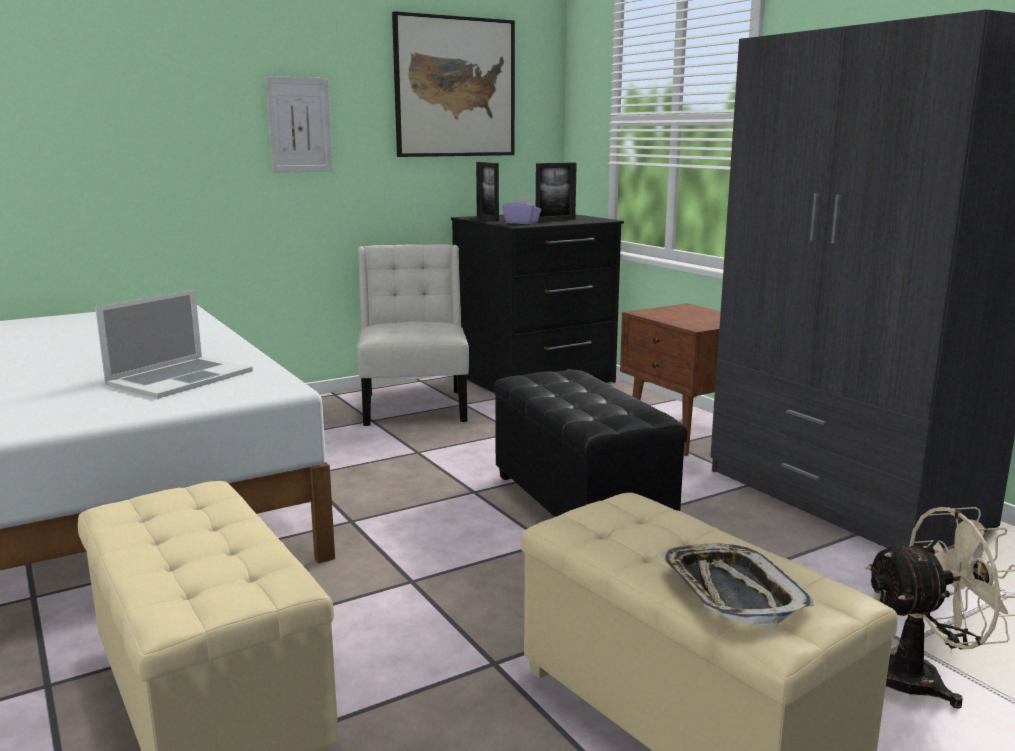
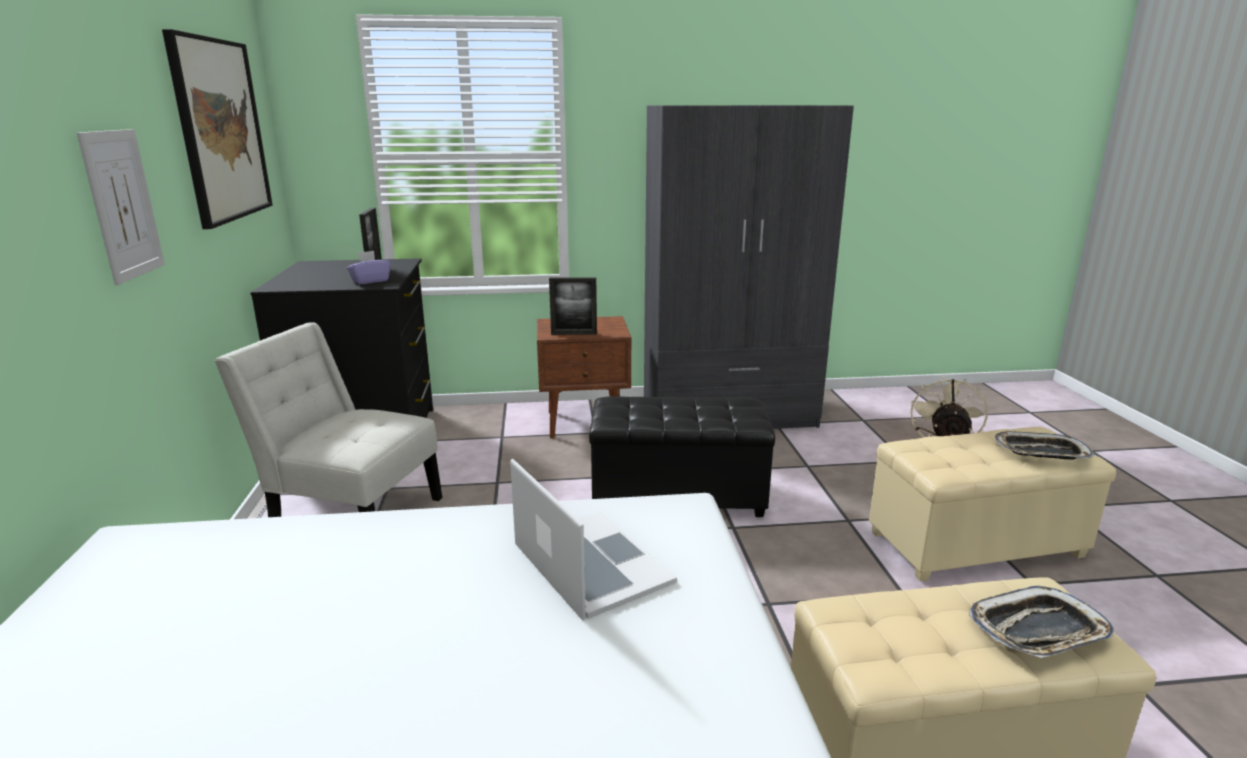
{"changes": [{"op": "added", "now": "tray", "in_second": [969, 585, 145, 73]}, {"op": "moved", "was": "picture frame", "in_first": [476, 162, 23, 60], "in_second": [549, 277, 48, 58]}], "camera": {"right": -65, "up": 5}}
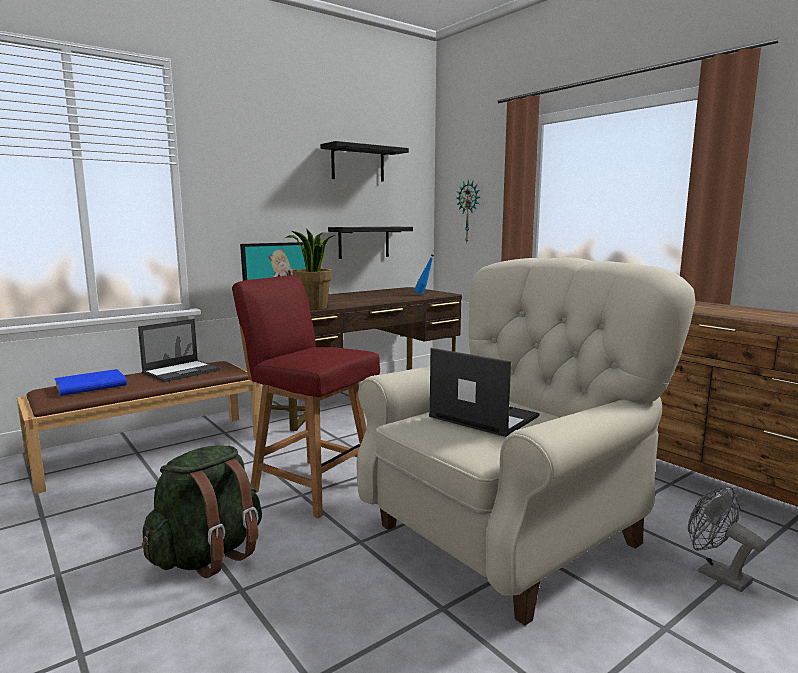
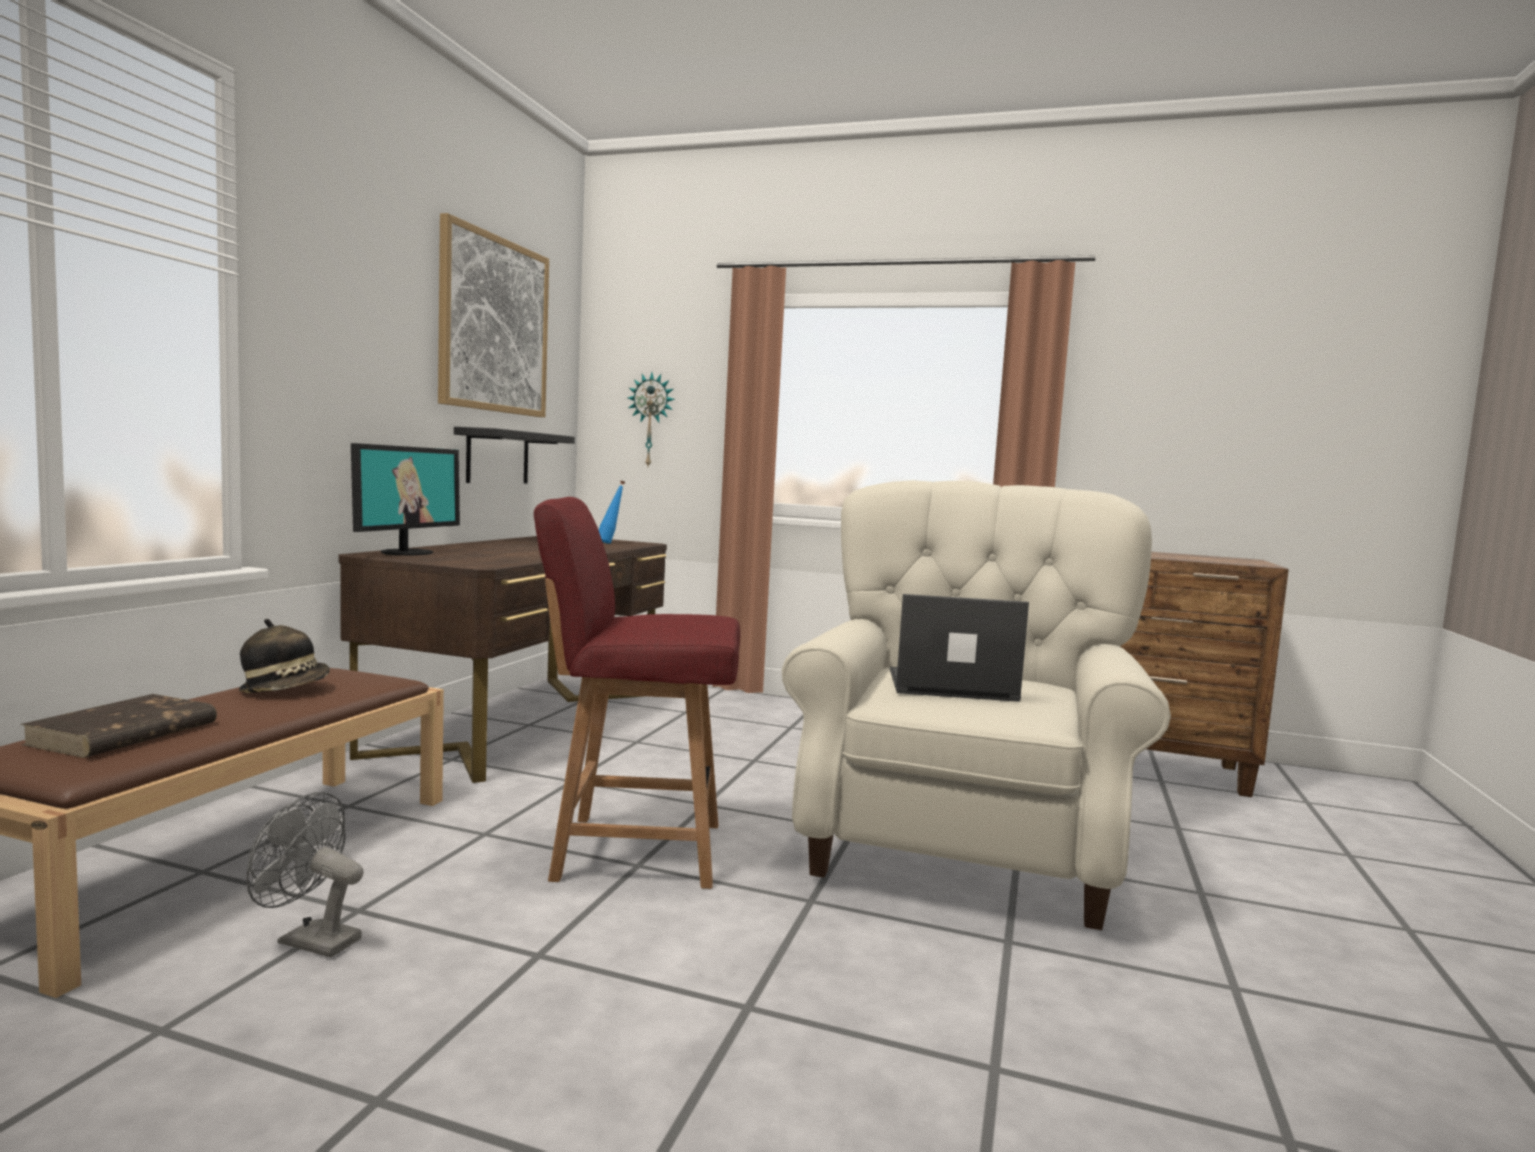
{"changes": [{"op": "removed", "was": "green backpack", "in_first": [142, 445, 120, 133]}, {"op": "removed", "was": "potted plant", "in_first": [285, 230, 50, 80]}, {"op": "moved", "was": "grey fan", "in_first": [688, 486, 78, 106], "in_second": [246, 792, 118, 166]}, {"op": "replaced", "was": "laptop", "now": "hat", "in_first": [138, 319, 82, 63], "in_second": [239, 619, 91, 74]}, {"op": "replaced", "was": "black shelf", "now": "picture", "in_first": [320, 141, 89, 41], "in_second": [438, 213, 111, 204]}, {"op": "recoloured", "was": "blue book", "now": "brown book", "in_first": [54, 369, 73, 27], "in_second": [21, 694, 196, 64]}], "camera": {"right": -35, "up": -5}}
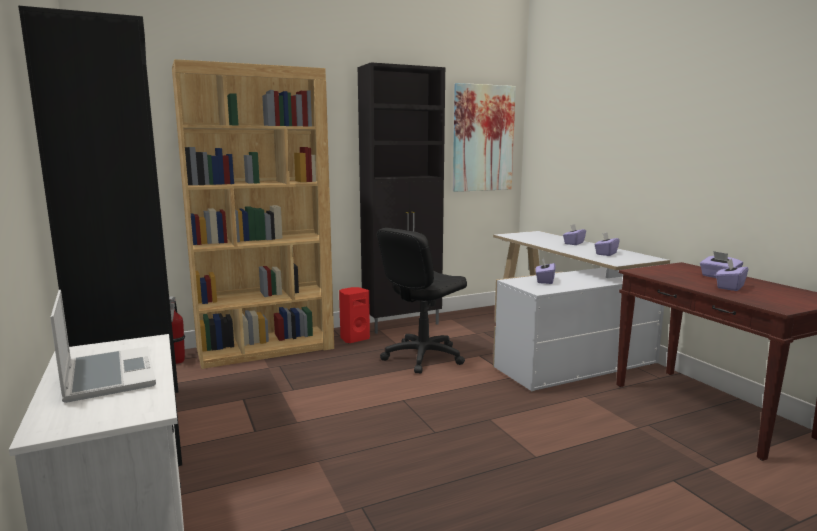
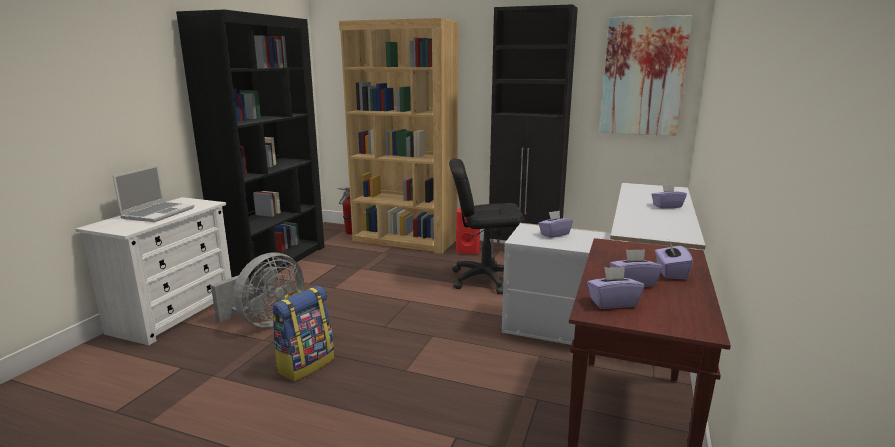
{"changes": [{"op": "added", "now": "grey fan", "in_second": [211, 252, 93, 75]}, {"op": "added", "now": "backpack", "in_second": [271, 286, 64, 95]}, {"op": "moved", "was": "purple tissue box", "in_first": [594, 233, 26, 23], "in_second": [587, 266, 57, 43]}], "camera": {"right": 45, "up": 5}}
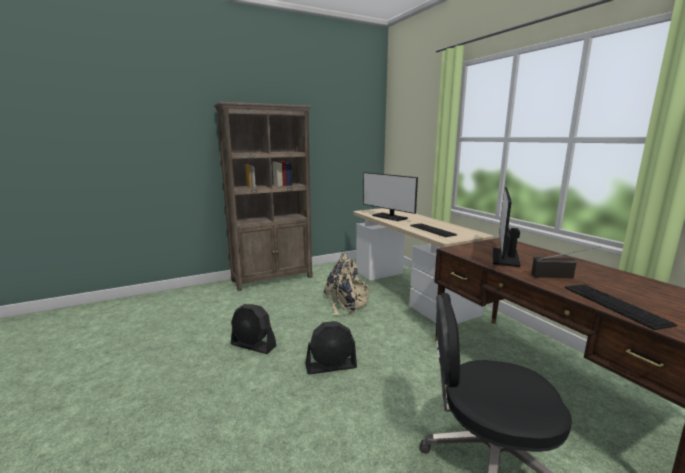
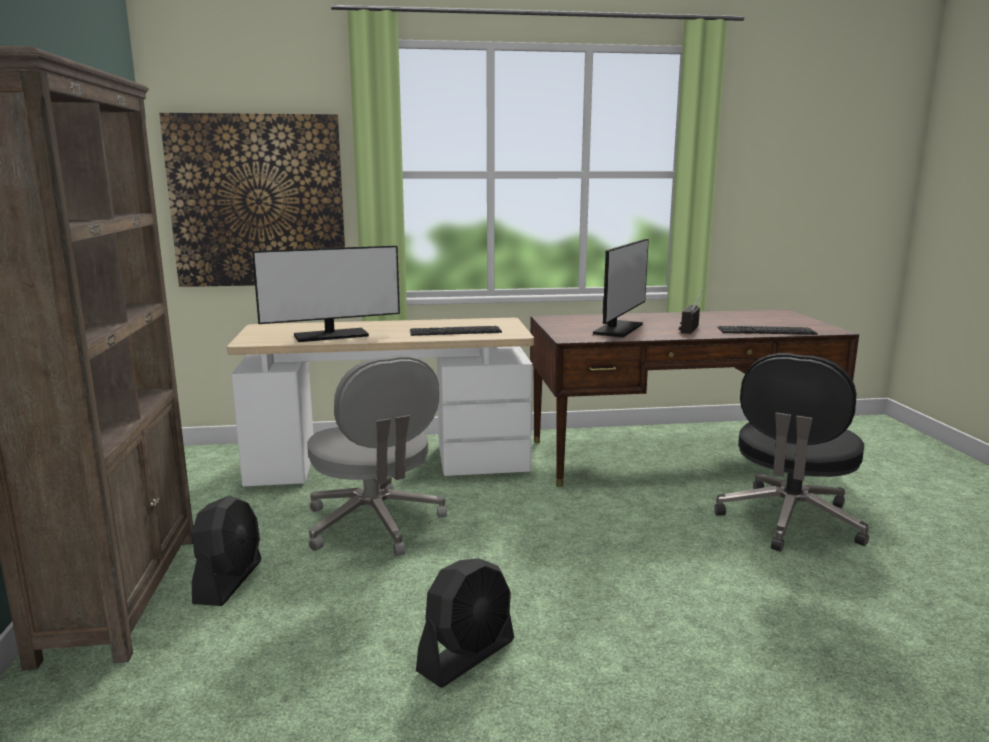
{"changes": [{"op": "added", "now": "picture", "in_second": [159, 113, 186, 174]}, {"op": "moved", "was": "black fan", "in_first": [305, 321, 52, 53], "in_second": [192, 495, 69, 111]}, {"op": "replaced", "was": "beige backpack", "now": "grey office chair", "in_first": [323, 253, 49, 62], "in_second": [307, 355, 140, 201]}, {"op": "turned", "was": "monitor", "in_first": [493, 187, 27, 80], "in_second": [593, 239, 56, 98], "clockwise": -105}], "camera": {"right": -70, "up": 0}}
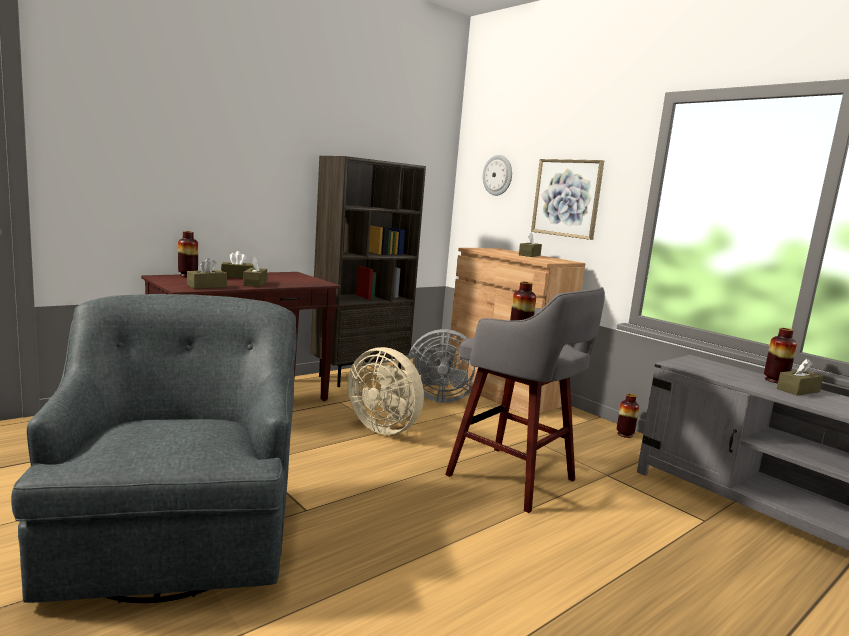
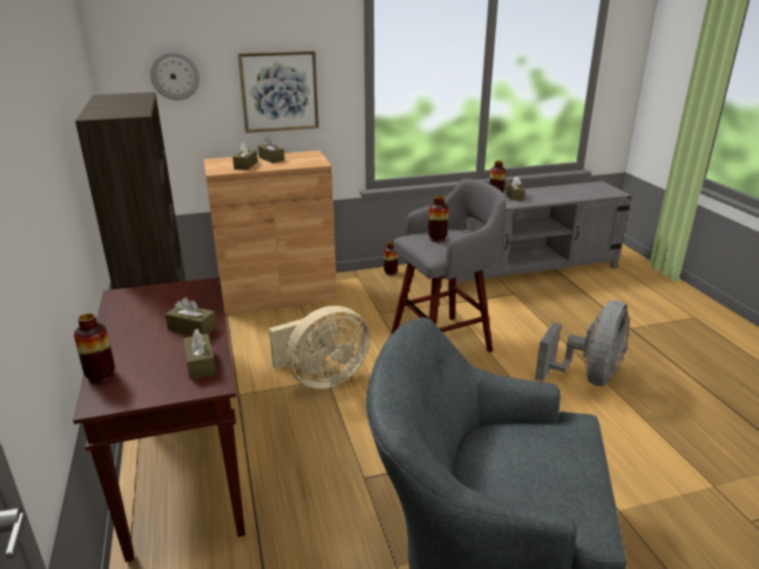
{"changes": [{"op": "moved", "was": "brown tissue box", "in_first": [221, 251, 33, 27], "in_second": [233, 142, 25, 28]}, {"op": "moved", "was": "grey fan", "in_first": [408, 329, 67, 74], "in_second": [535, 300, 95, 86]}], "camera": {"right": -65, "up": 15}}
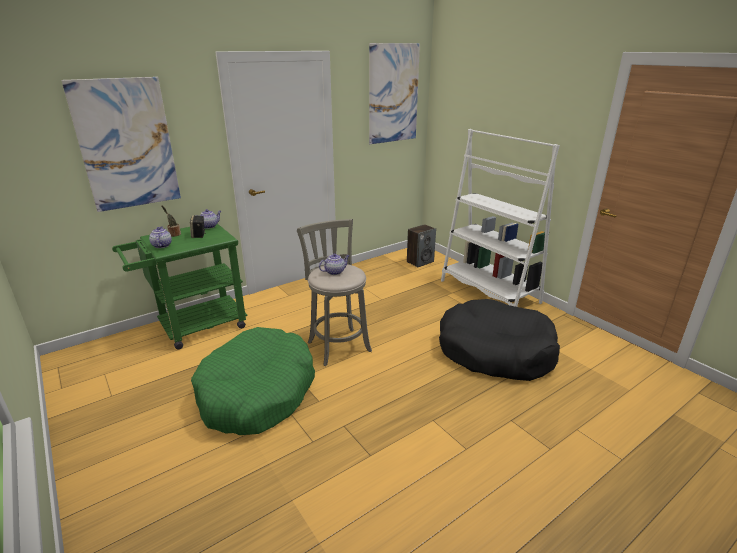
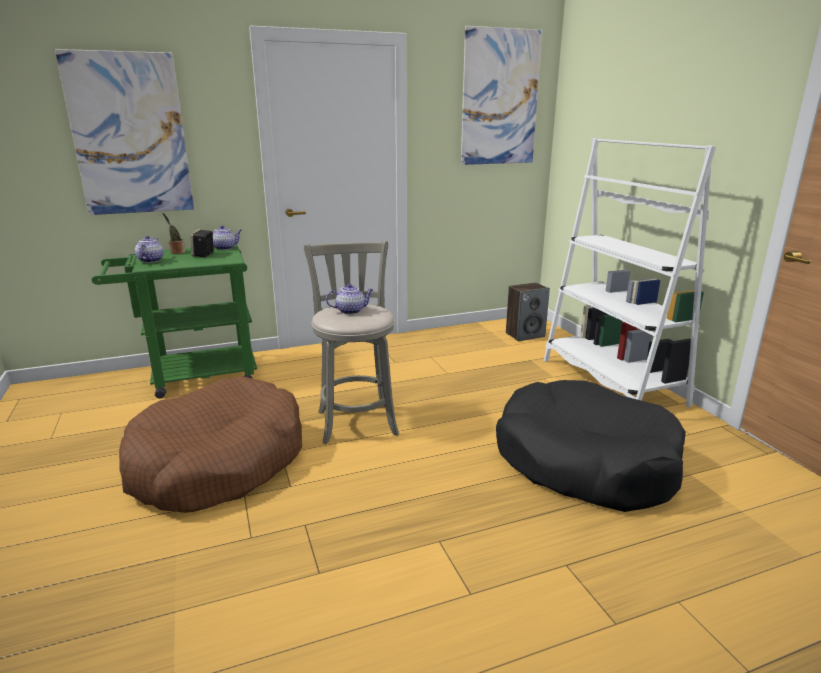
{"changes": [{"op": "recoloured", "was": "green dog bed", "now": "brown dog bed", "in_first": [191, 327, 124, 108], "in_second": [119, 376, 183, 137]}], "camera": {"right": 15, "up": -5}}
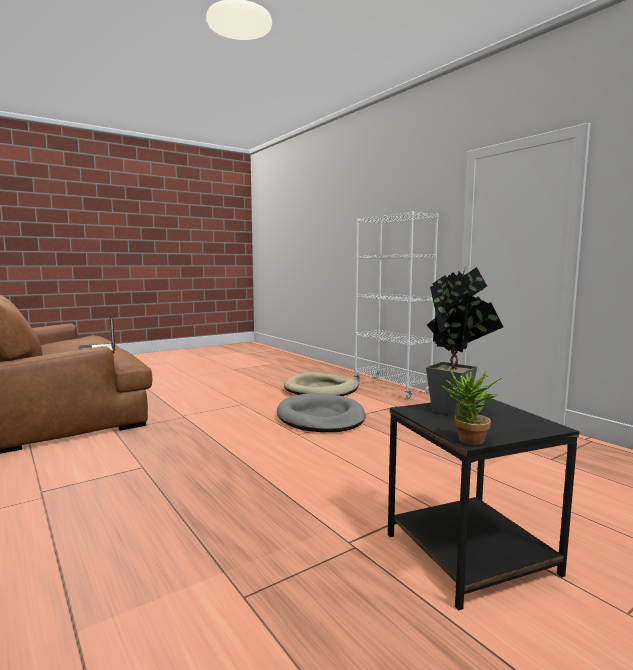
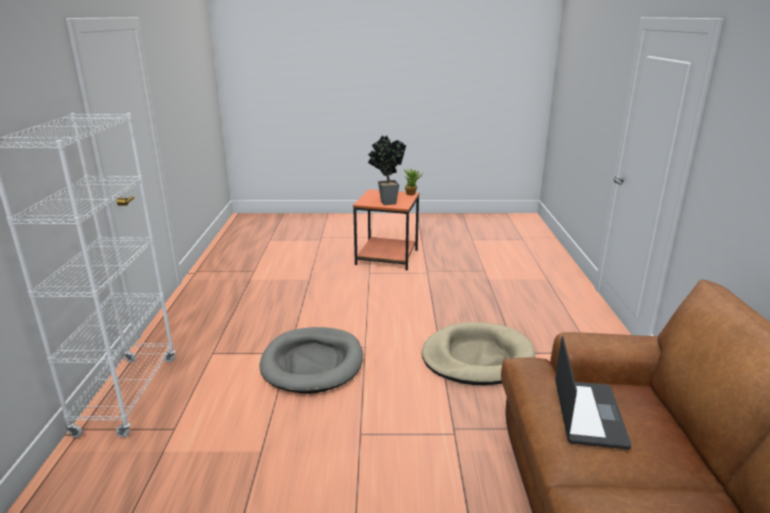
{"changes": [{"op": "moved", "was": "beige dog bed", "in_first": [284, 372, 75, 24], "in_second": [422, 322, 113, 63]}, {"op": "recoloured", "was": "black side table", "now": "orange side table", "in_first": [388, 398, 191, 212], "in_second": [353, 189, 66, 81]}], "camera": {"right": -145, "up": 15}}
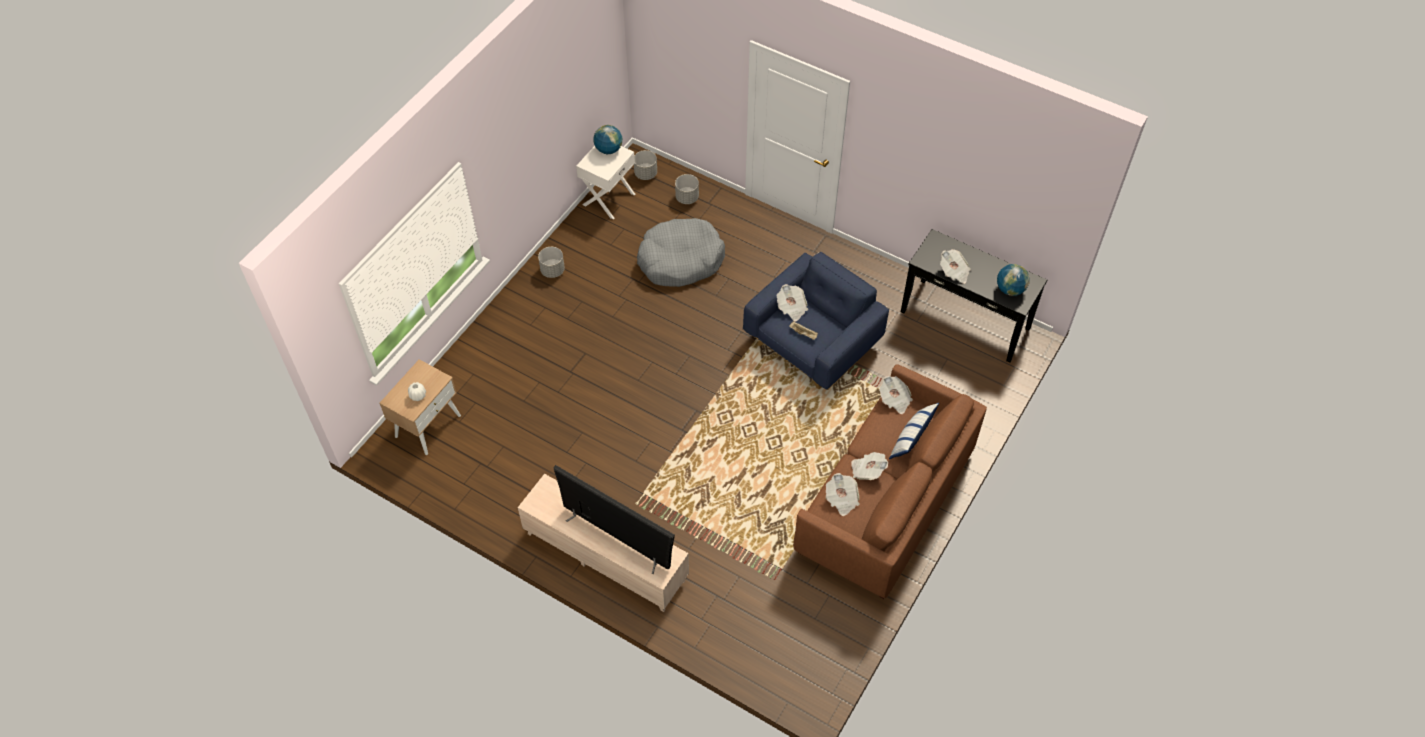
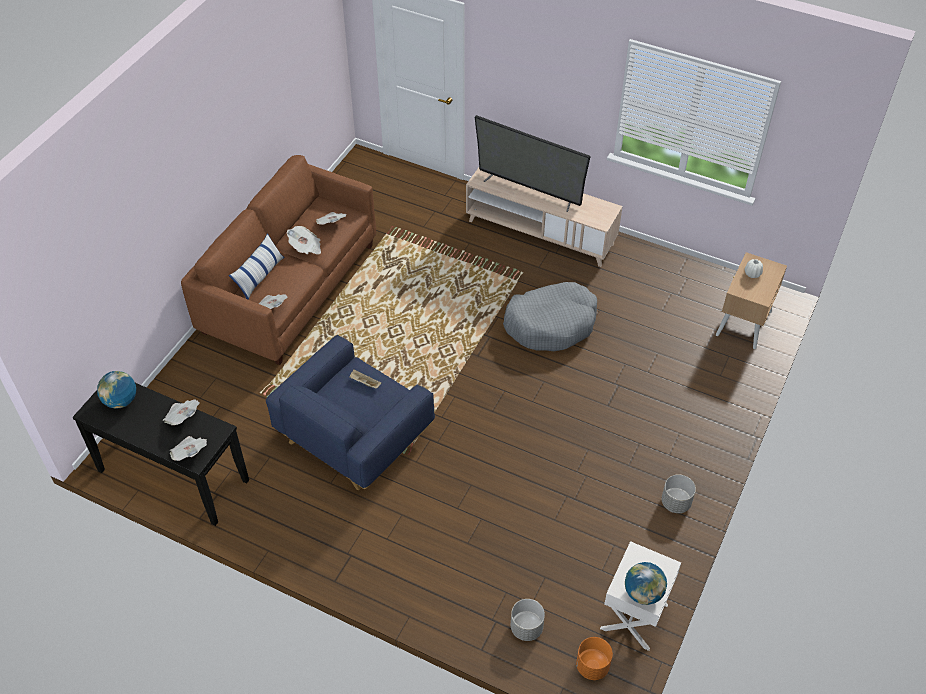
{"changes": [{"op": "moved", "was": "grey dog bed", "in_first": [637, 218, 88, 69], "in_second": [503, 282, 94, 69]}, {"op": "moved", "was": "newspaper", "in_first": [777, 284, 31, 37], "in_second": [170, 436, 37, 25]}, {"op": "recoloured", "was": "grey planter", "now": "orange planter", "in_first": [634, 150, 23, 30], "in_second": [576, 637, 37, 43]}], "camera": {"right": 175, "up": -5}}
